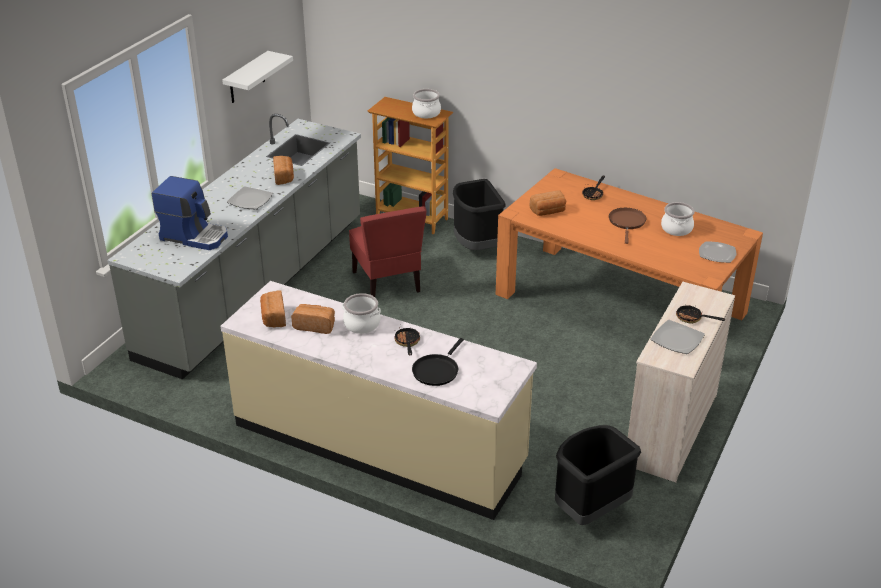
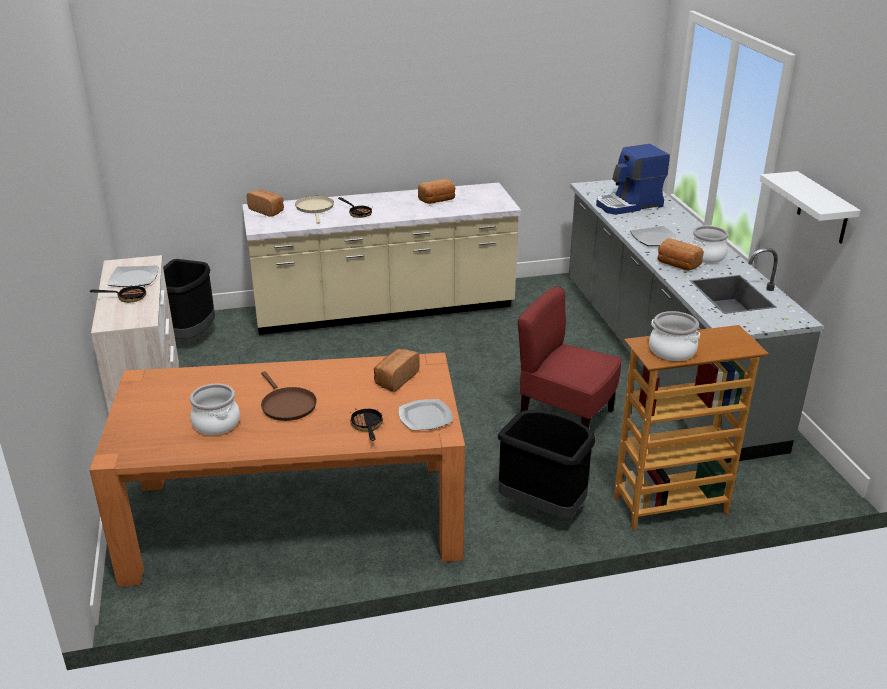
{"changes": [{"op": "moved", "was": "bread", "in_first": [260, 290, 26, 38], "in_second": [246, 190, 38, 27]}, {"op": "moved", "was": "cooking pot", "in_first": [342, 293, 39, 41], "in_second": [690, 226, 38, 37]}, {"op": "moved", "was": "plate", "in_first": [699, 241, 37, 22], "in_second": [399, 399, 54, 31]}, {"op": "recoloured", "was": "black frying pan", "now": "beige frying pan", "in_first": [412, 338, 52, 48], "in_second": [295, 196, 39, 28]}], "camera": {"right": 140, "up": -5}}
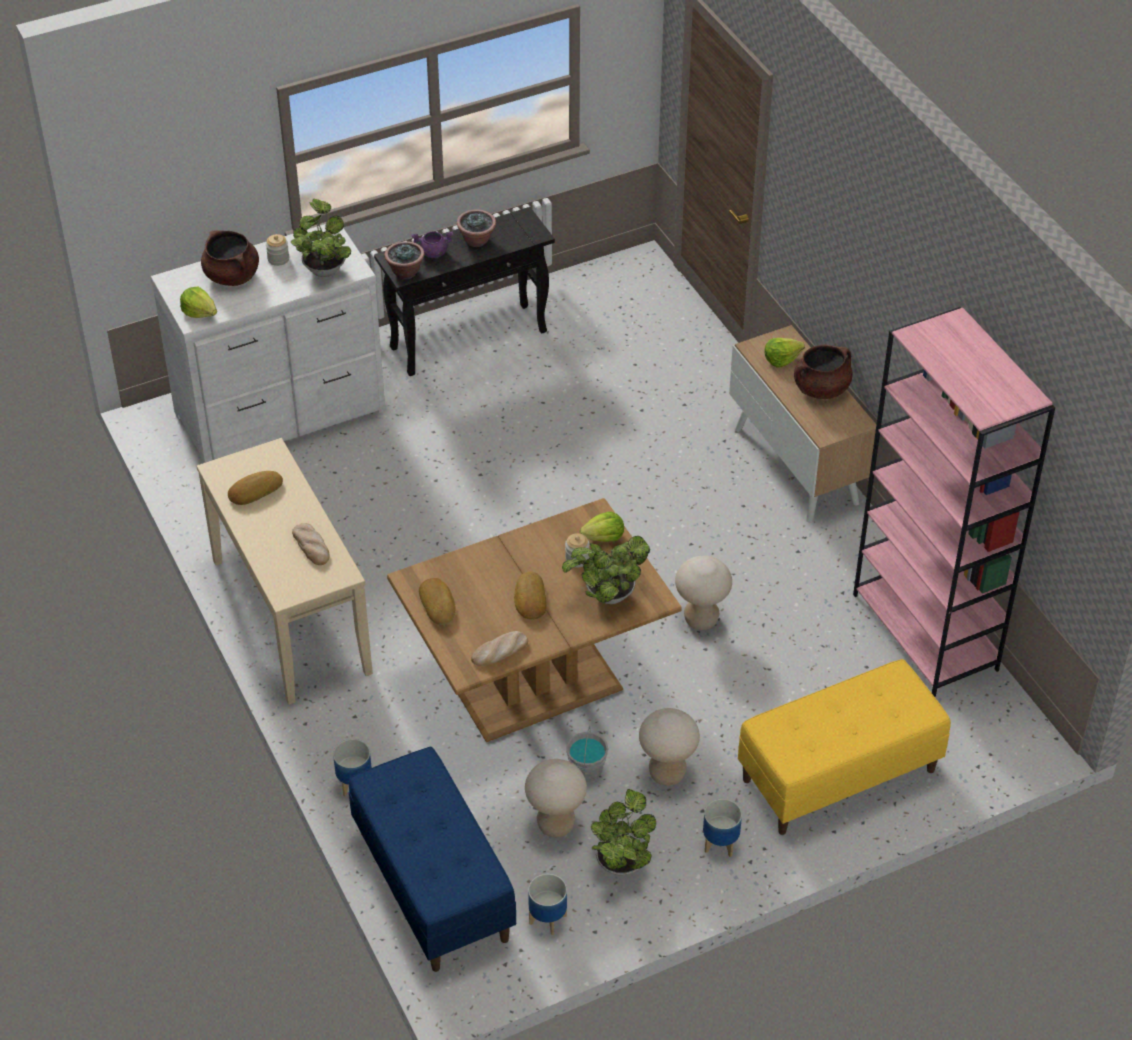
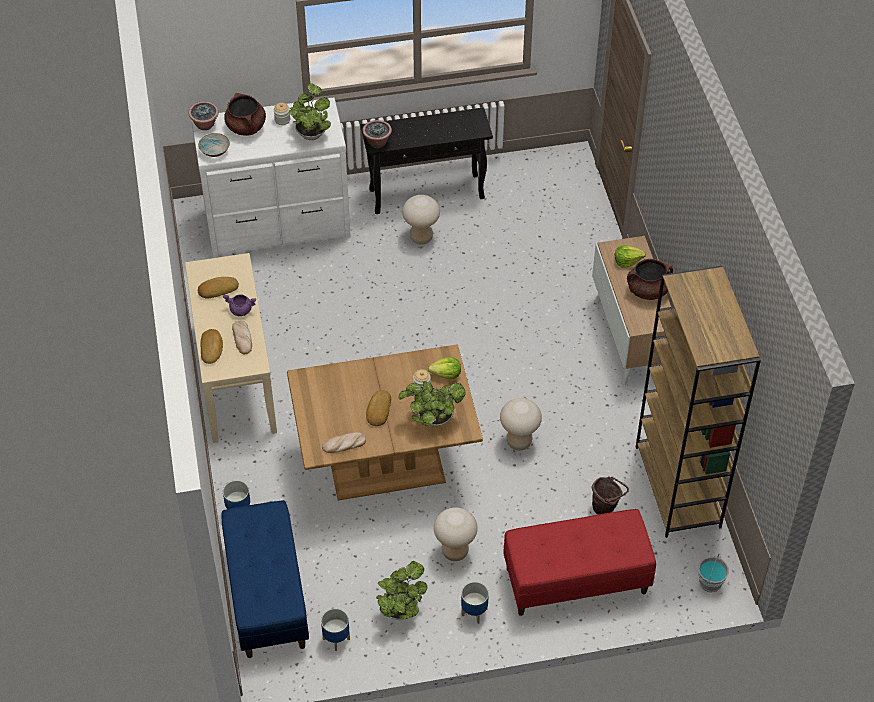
{"changes": [{"op": "added", "now": "brown bucket", "in_second": [592, 476, 37, 39]}, {"op": "moved", "was": "purple cooking pot", "in_first": [411, 231, 42, 27], "in_second": [223, 294, 33, 22]}, {"op": "moved", "was": "bread", "in_first": [419, 578, 37, 47], "in_second": [200, 329, 23, 35]}, {"op": "moved", "was": "potted plant", "in_first": [457, 209, 39, 38], "in_second": [188, 101, 31, 29]}, {"op": "moved", "was": "beige stool", "in_first": [525, 759, 62, 78], "in_second": [402, 195, 38, 50]}, {"op": "moved", "was": "grey bucket", "in_first": [566, 726, 42, 56], "in_second": [698, 554, 31, 39]}, {"op": "replaced", "was": "lettuce", "now": "bowl", "in_first": [180, 287, 37, 31], "in_second": [198, 133, 32, 24]}, {"op": "recoloured", "was": "yellow bench", "now": "red bench", "in_first": [738, 659, 213, 176], "in_second": [503, 509, 153, 107]}, {"op": "recoloured", "was": "pink bookcase", "now": "brown bookcase", "in_first": [853, 307, 202, 390], "in_second": [636, 266, 125, 272]}], "camera": {"right": 15, "up": 5}}
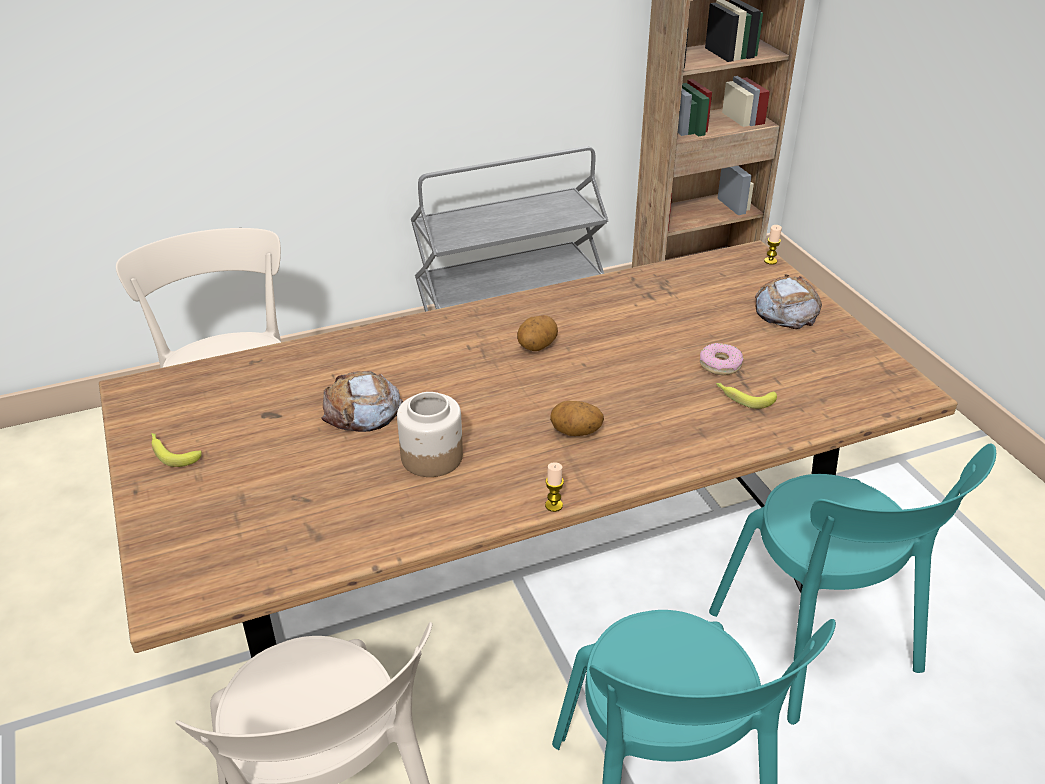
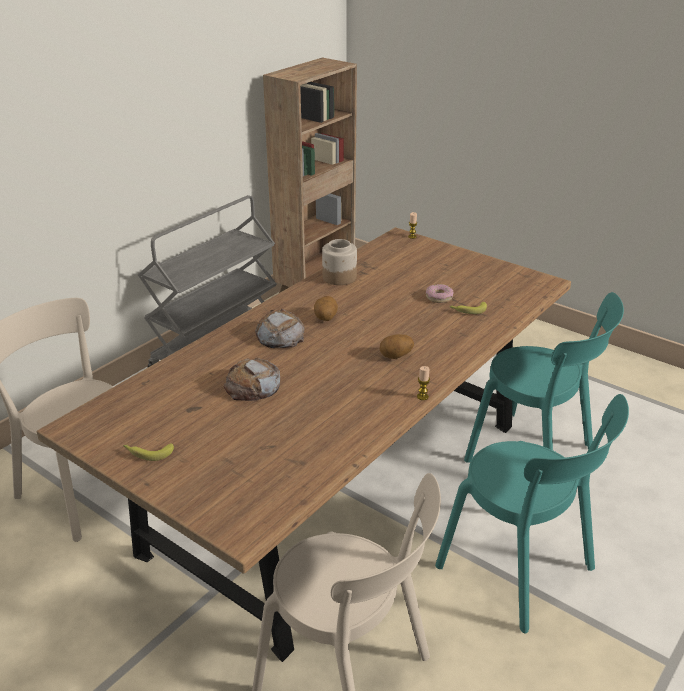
{"changes": [{"op": "moved", "was": "jar", "in_first": [397, 392, 66, 85], "in_second": [322, 239, 35, 46]}, {"op": "moved", "was": "bread", "in_first": [755, 274, 67, 55], "in_second": [255, 309, 50, 39]}], "camera": {"right": -30, "up": -5}}
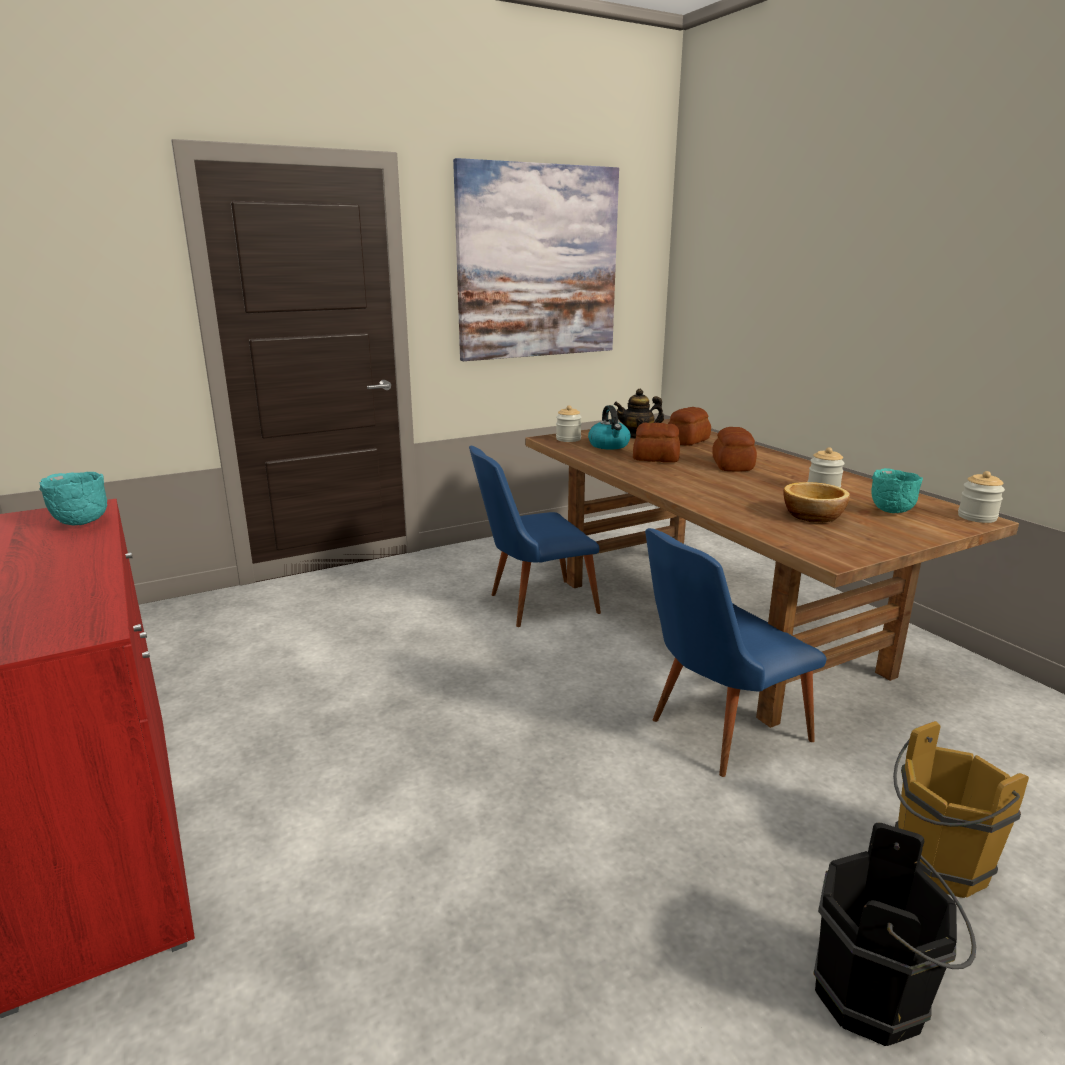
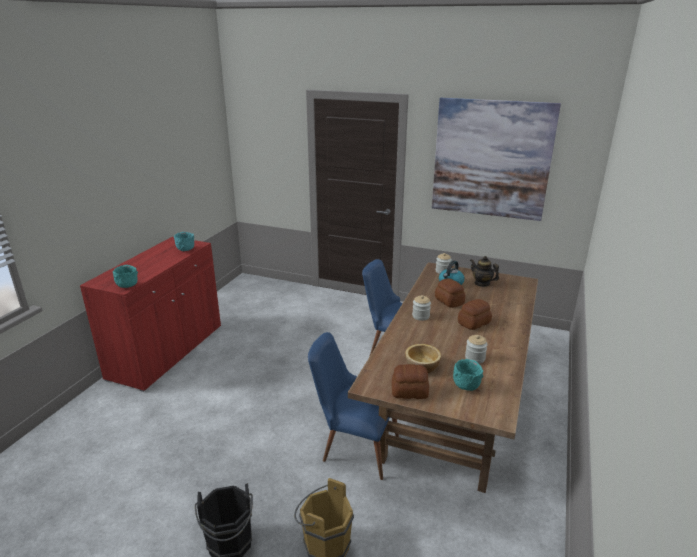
{"changes": [{"op": "added", "now": "turquoise bowl", "in_second": [113, 265, 25, 23]}, {"op": "moved", "was": "bread", "in_first": [668, 407, 43, 39], "in_second": [392, 364, 37, 35]}, {"op": "moved", "was": "jar", "in_first": [958, 471, 47, 52], "in_second": [412, 295, 19, 26]}], "camera": {"right": 50, "up": 5}}
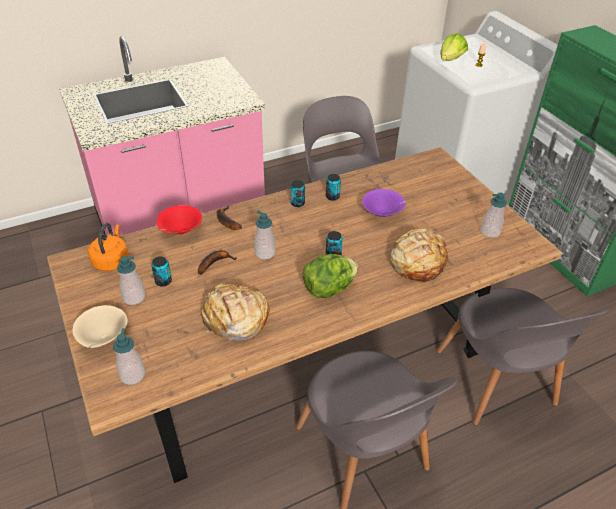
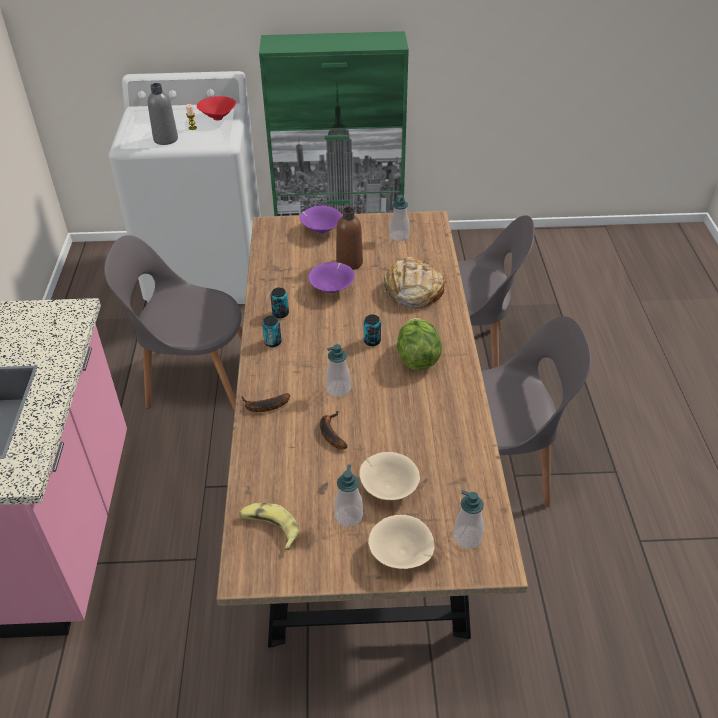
{"changes": [{"op": "removed", "was": "can", "in_first": [151, 257, 21, 30]}, {"op": "removed", "was": "bread", "in_first": [201, 283, 69, 58]}, {"op": "added", "now": "purple bowl", "in_second": [300, 206, 42, 28]}, {"op": "added", "now": "brown bottle", "in_second": [336, 207, 27, 63]}, {"op": "added", "now": "beige bowl", "in_second": [360, 452, 60, 48]}, {"op": "moved", "was": "red bowl", "in_first": [157, 205, 45, 30], "in_second": [197, 96, 39, 24]}, {"op": "replaced", "was": "orange kettle", "now": "banana", "in_first": [88, 223, 40, 48], "in_second": [239, 503, 60, 47]}, {"op": "replaced", "was": "lettuce", "now": "grey bottle", "in_first": [440, 33, 28, 28], "in_second": [148, 83, 30, 62]}], "camera": {"right": -65, "up": 0}}
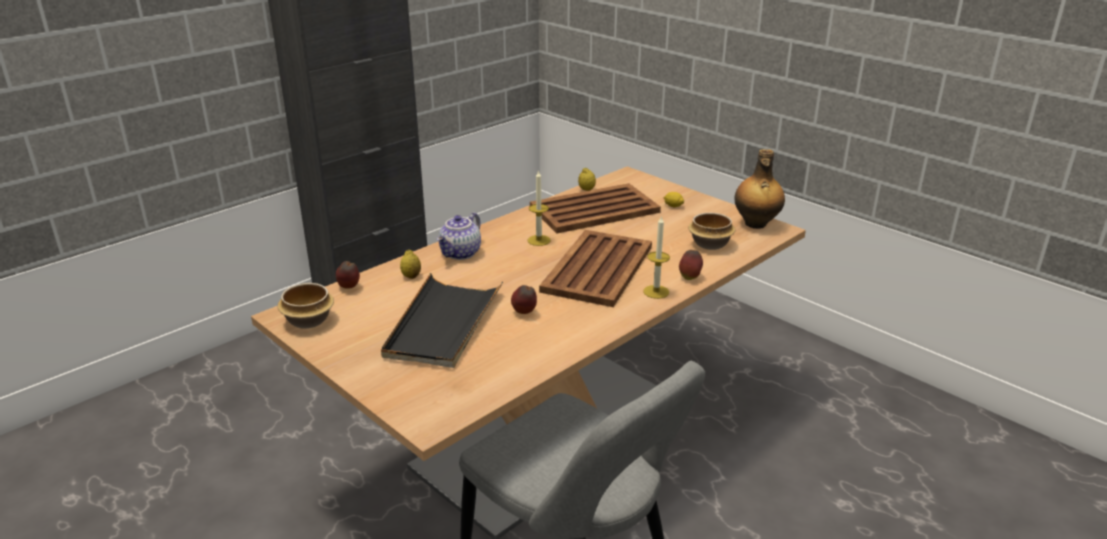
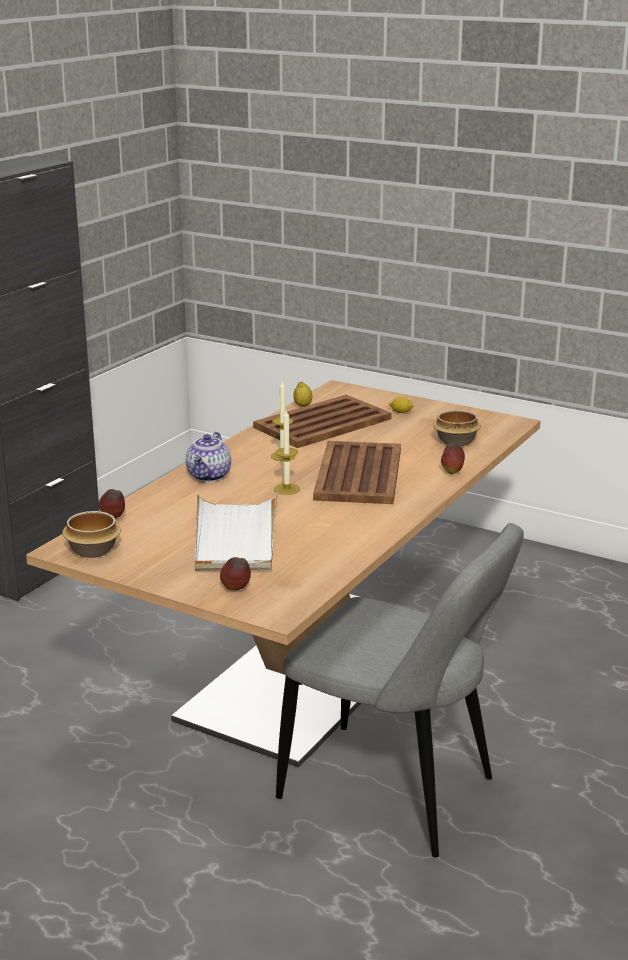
{"changes": [{"op": "removed", "was": "lemon", "in_first": [400, 250, 21, 29]}, {"op": "removed", "was": "bottle", "in_first": [735, 149, 50, 80]}, {"op": "moved", "was": "apple", "in_first": [511, 285, 26, 29], "in_second": [220, 557, 31, 34]}, {"op": "moved", "was": "candle", "in_first": [643, 215, 27, 84], "in_second": [274, 410, 26, 85]}, {"op": "recoloured", "was": "black tray", "now": "white tray", "in_first": [381, 273, 122, 95], "in_second": [195, 493, 83, 78]}], "camera": {"right": -15, "up": -5}}
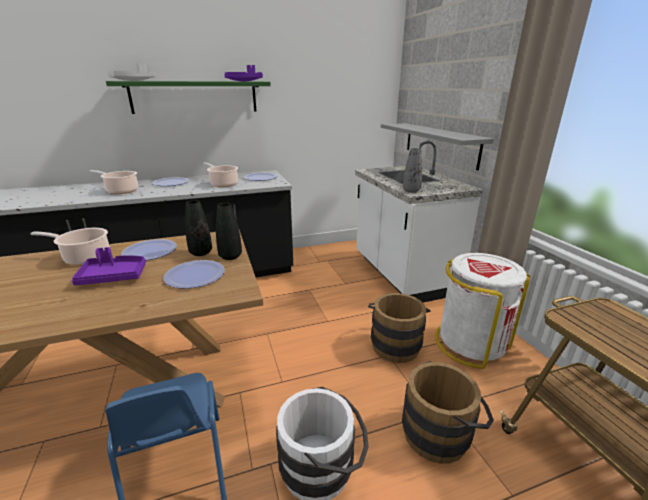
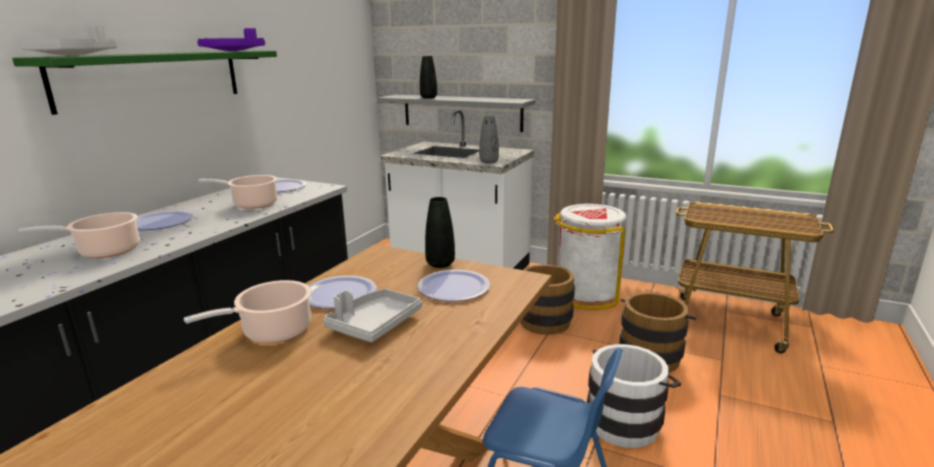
{"changes": [{"op": "moved", "was": "black vase", "in_first": [185, 200, 27, 56], "in_second": [420, 56, 17, 43]}, {"op": "recoloured", "was": "purple tray", "now": "grey tray", "in_first": [72, 247, 74, 38], "in_second": [323, 289, 99, 53]}], "camera": {"right": -45, "up": -5}}
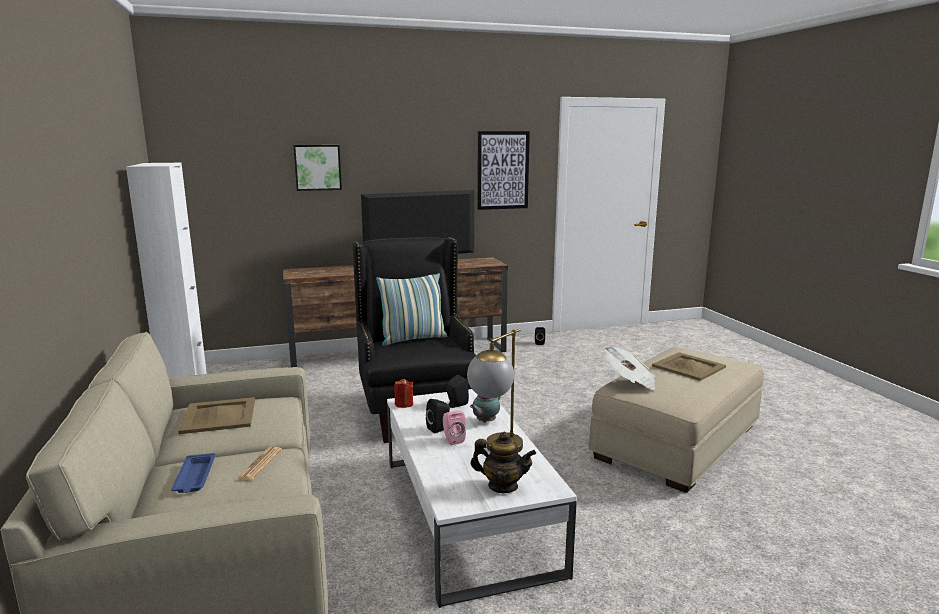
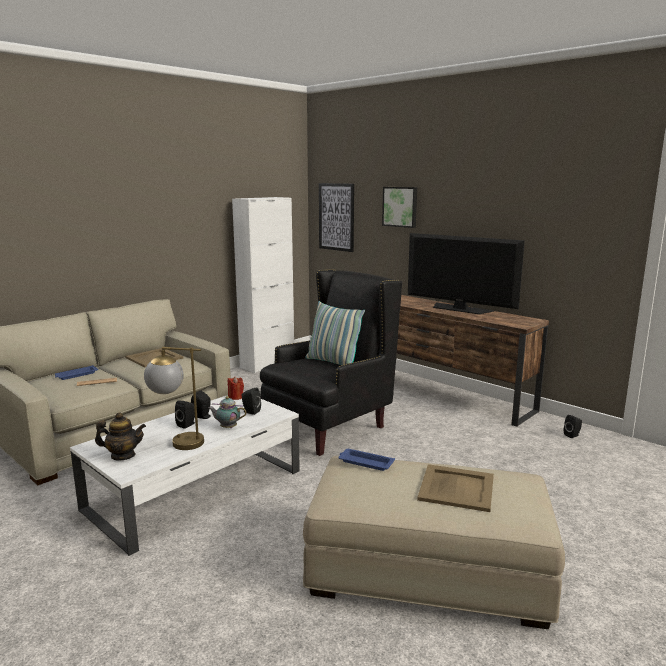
{"changes": [{"op": "moved", "was": "picture", "in_first": [477, 131, 53, 79], "in_second": [319, 183, 35, 69]}, {"op": "replaced", "was": "newspaper", "now": "blue tray", "in_first": [604, 346, 51, 44], "in_second": [338, 449, 57, 22]}, {"op": "recoloured", "was": "pink speaker", "now": "black speaker", "in_first": [443, 410, 23, 35], "in_second": [175, 401, 20, 28]}, {"op": "turned", "was": "teapot", "in_first": [471, 432, 65, 61], "in_second": [95, 412, 51, 49], "clockwise": -75}], "camera": {"right": 60, "up": 0}}
